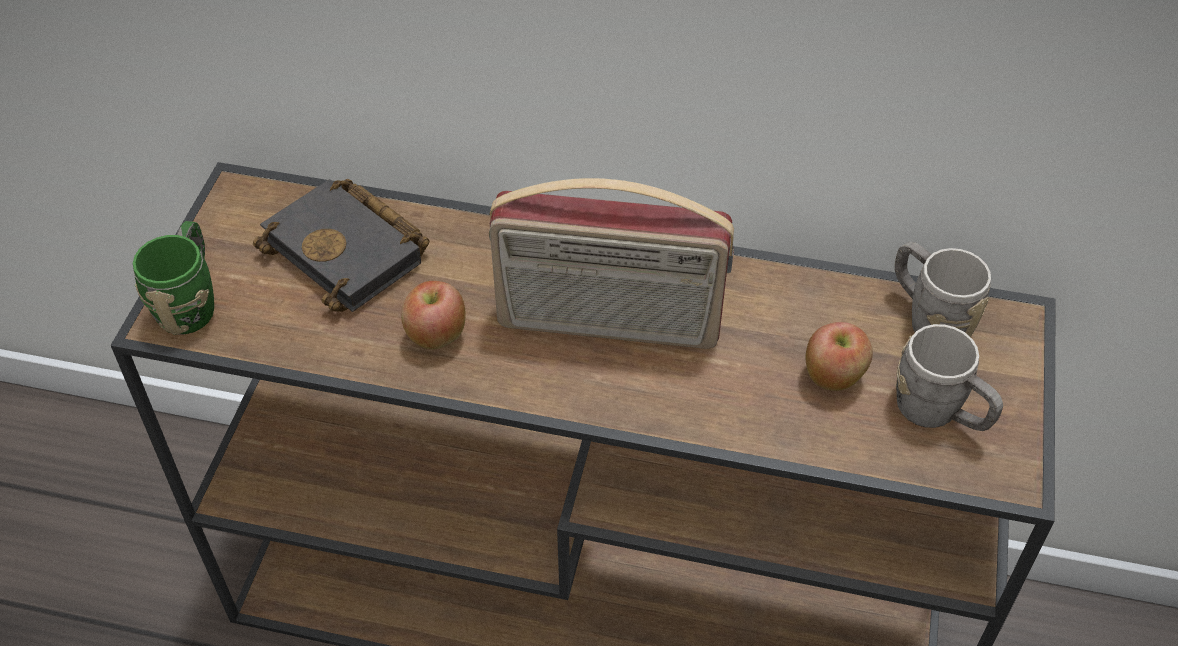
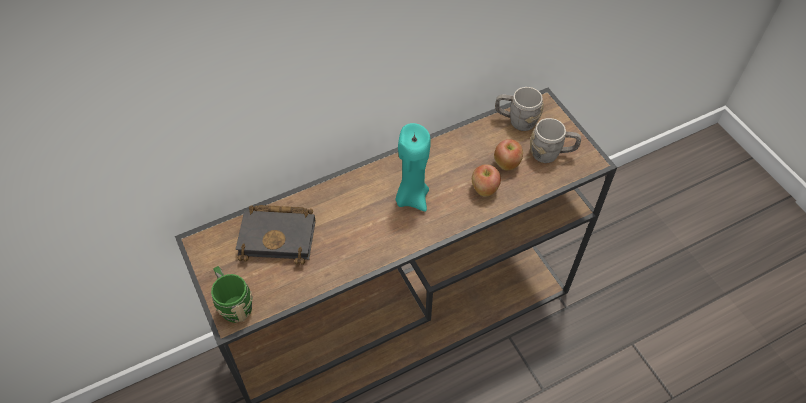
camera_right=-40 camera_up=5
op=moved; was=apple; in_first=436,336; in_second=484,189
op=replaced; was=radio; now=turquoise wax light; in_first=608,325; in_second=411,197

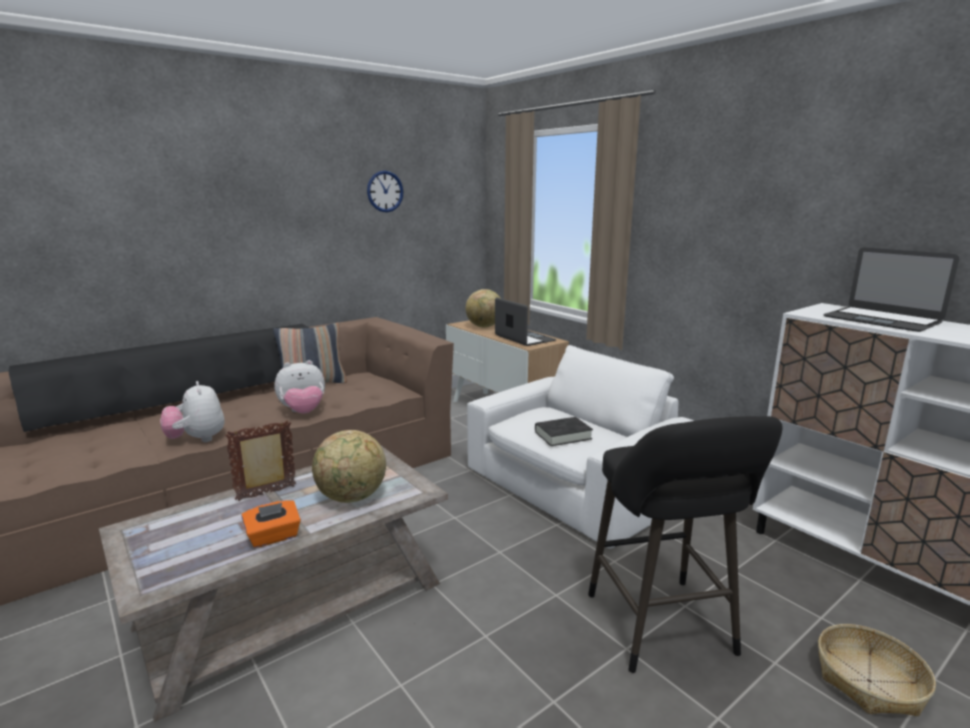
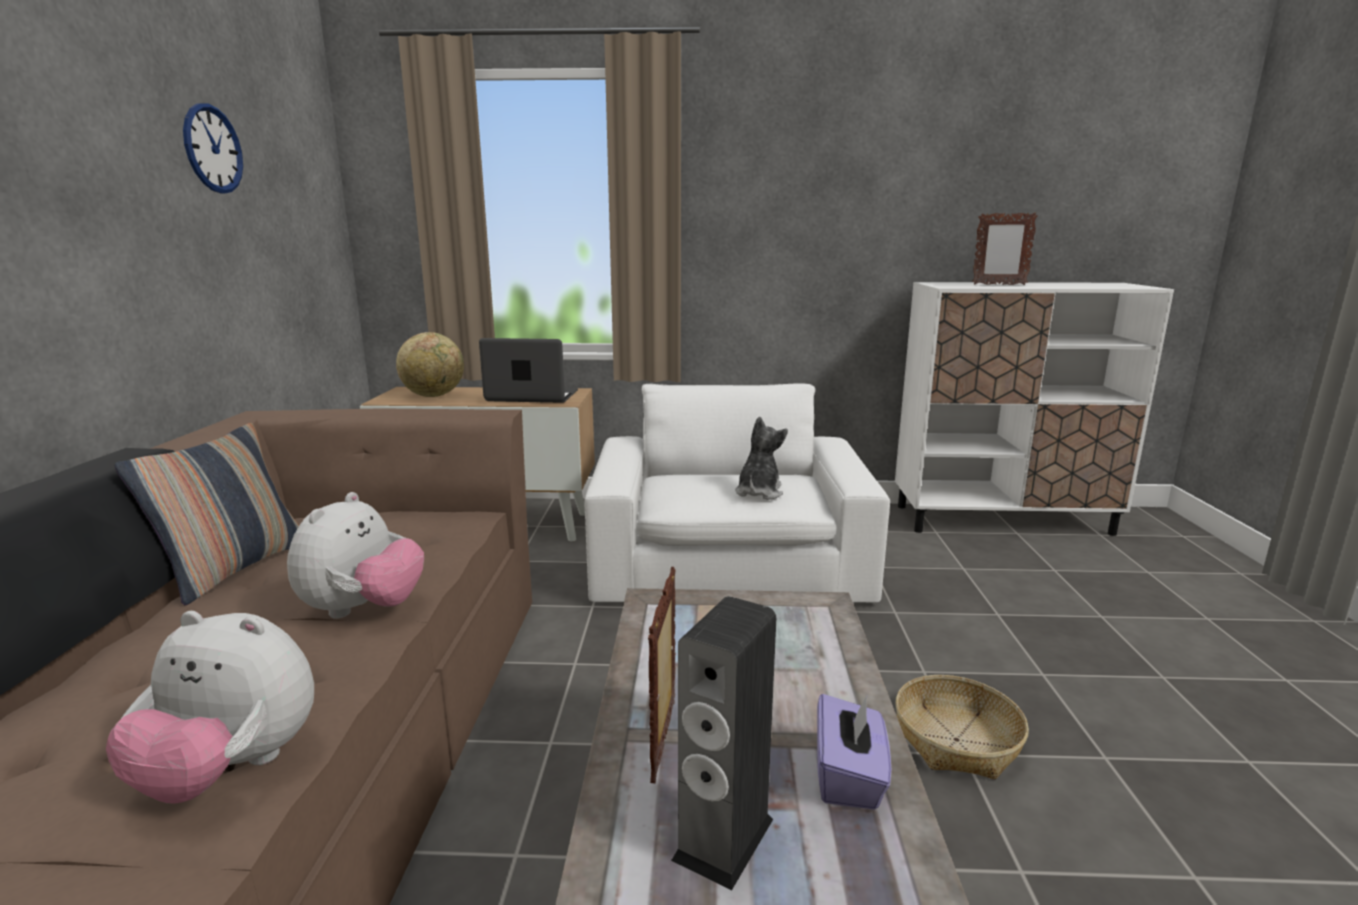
camera_right=-50 camera_up=0
op=recoloured; was=orange-coloured box of tissues; now=purple box of tissues; in_first=273,537; in_second=849,777
op=removed; was=world globe; in_first=352,498
op=replaced; was=black volume; now=cuddly toy; in_first=563,435; in_second=758,492
op=removed; was=black stool; in_first=663,629
op=moved; was=household basket; in_first=869,681; in_second=957,740
op=replaced; was=laptop; now=picture frame; in_first=881,319; in_second=998,284
op=added; now=audio speaker; in_second=723,839

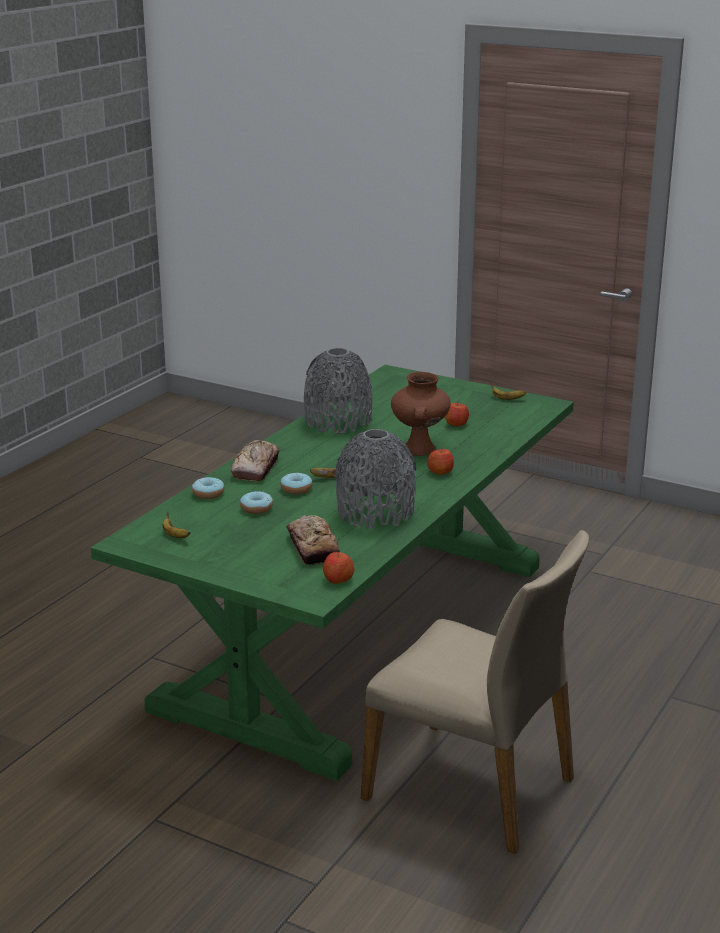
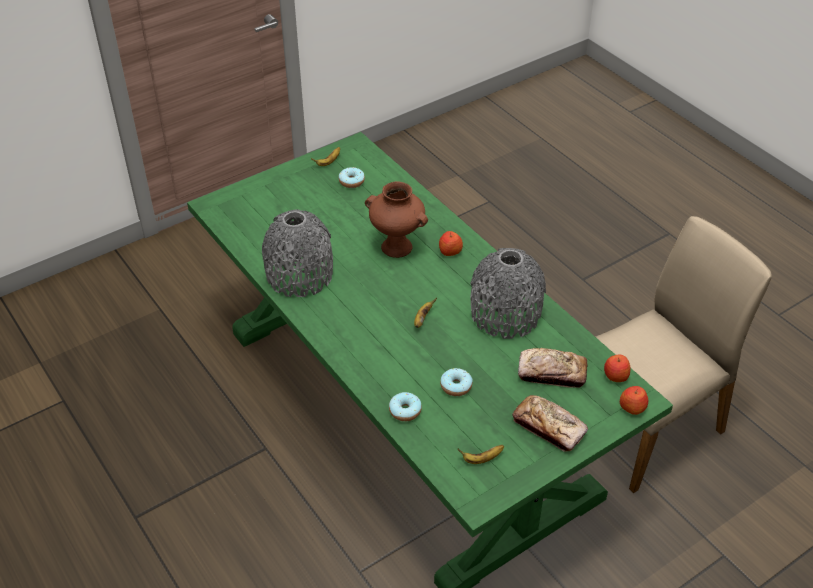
camera_right=-65 camera_up=20
op=moved; was=baked bread; in_first=256,468; in_second=549,427
op=moved; was=doughnut; in_first=296,489; in_second=351,181
op=moved; was=apple; in_first=456,424; in_second=632,407

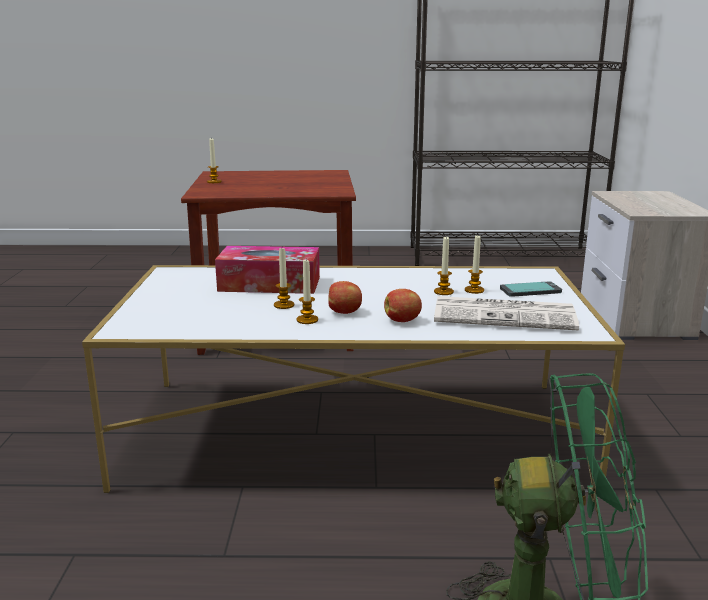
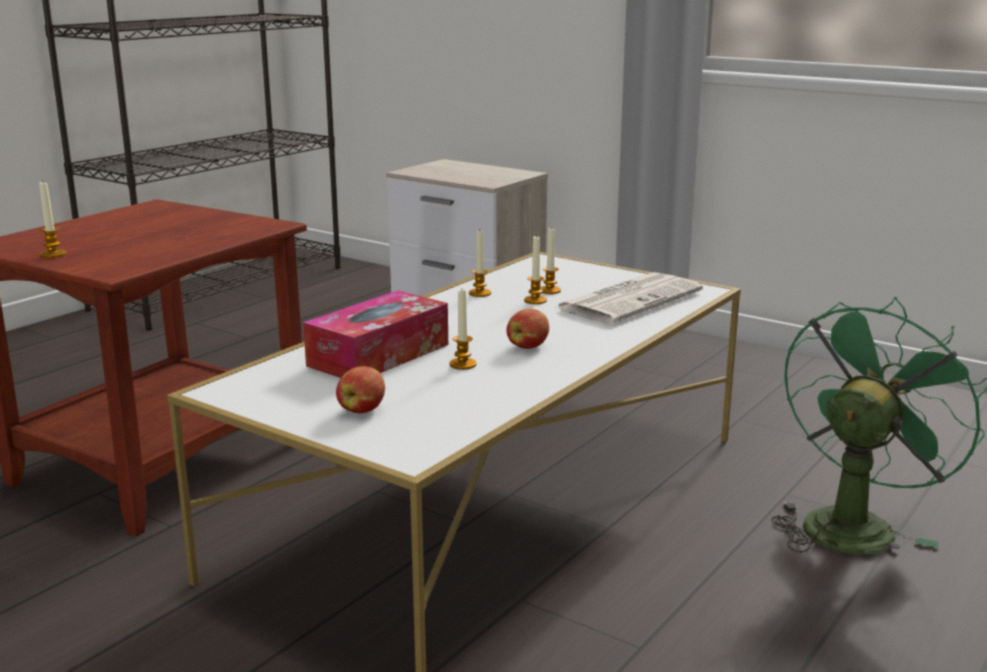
camera_right=-55 camera_up=0
op=moved; was=wax light; in_first=307,320; in_second=479,293
op=moved; was=apple; in_first=402,320; in_second=362,410
op=removed; was=phone; in_first=530,290

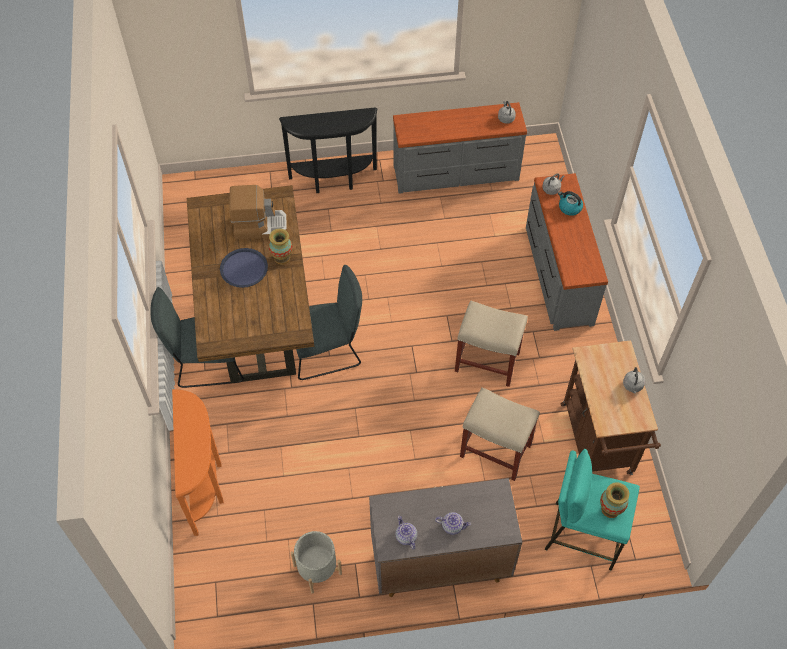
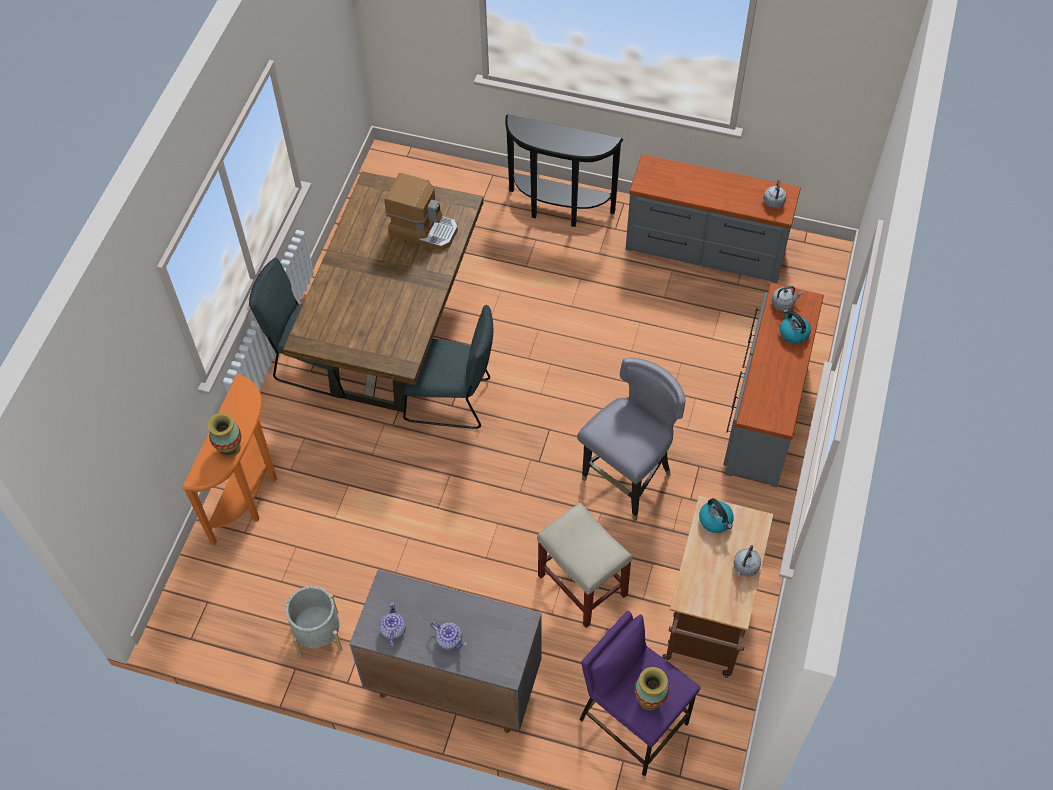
camera_right=25 camera_up=0
op=removed; was=bluish carrying tray; in_first=244,268
op=moved; was=vase; in_first=282,258; in_second=230,448
op=replaced; was=beige-coloured stool; now=gray plain chair; in_first=488,362; in_second=627,481
op=recoloured; was=turquoise stool; now=purple stool; in_first=583,534; in_second=633,721
op=added; now=kettle; in_second=716,520

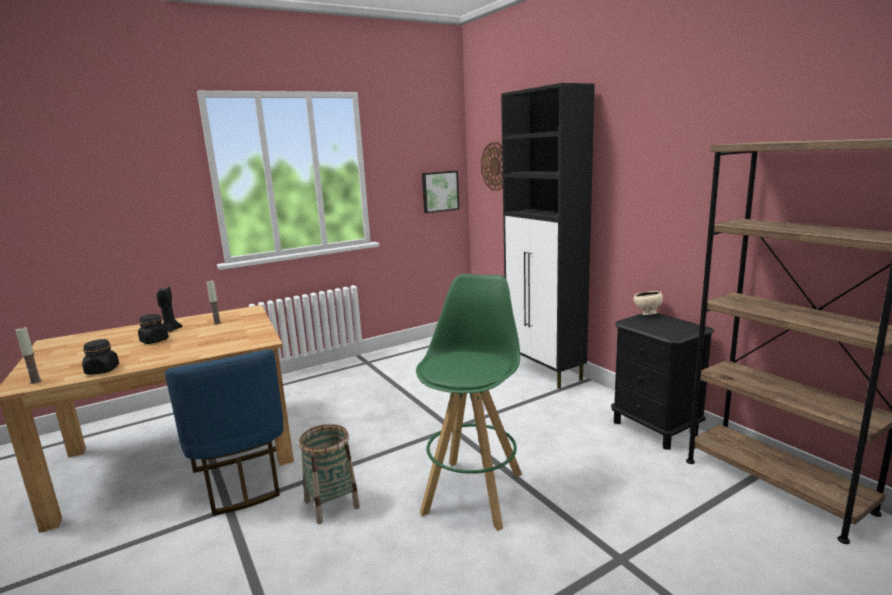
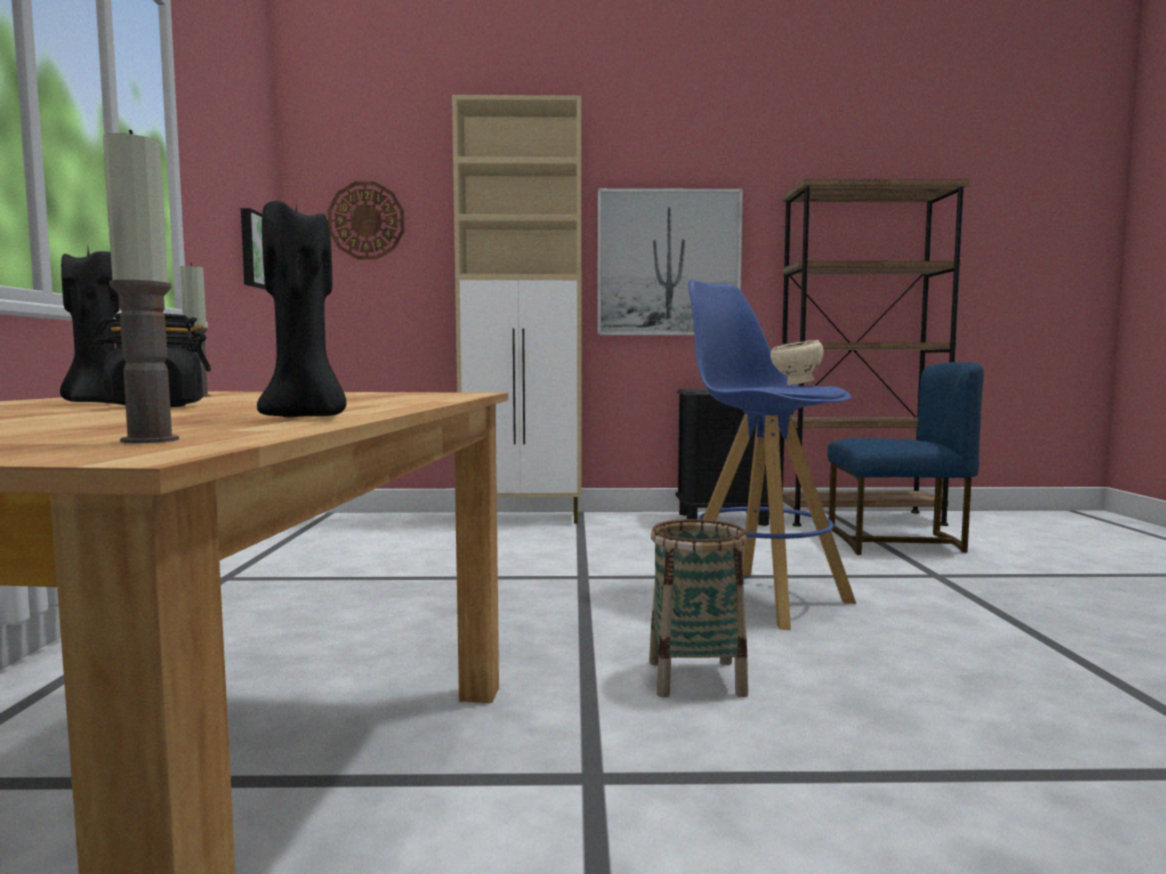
camera_right=-60 camera_up=-10
op=replaced; was=black jar; now=black wax light; in_first=102,370; in_second=306,418
op=moved; was=bluish plain chair; in_first=241,481; in_second=897,542
op=recoloured; was=green stool; now=bluish stool; in_first=474,491; in_second=760,597
op=recoloured; was=black cupboard; now=beige-coloured cupboard; in_first=545,372; in_second=524,518
op=moved; was=beige-coloured deep dish; in_first=647,314; in_second=796,385
op=added; now=wall art; in_second=668,263

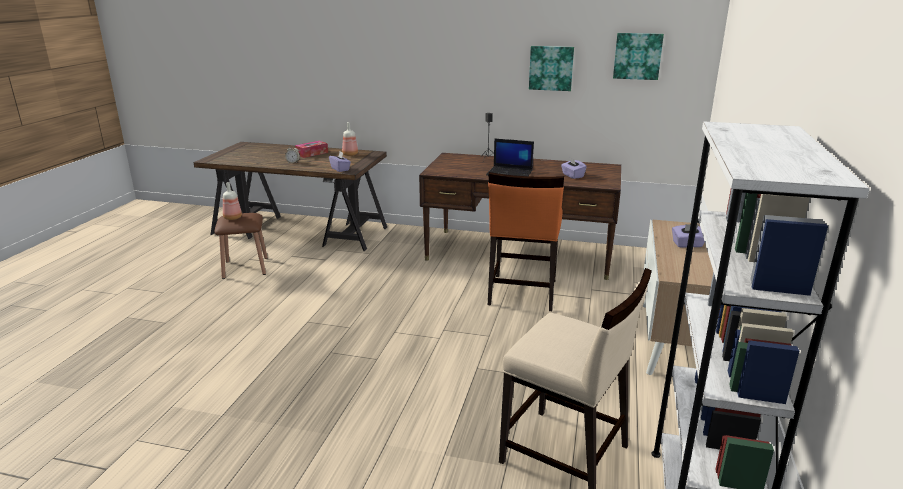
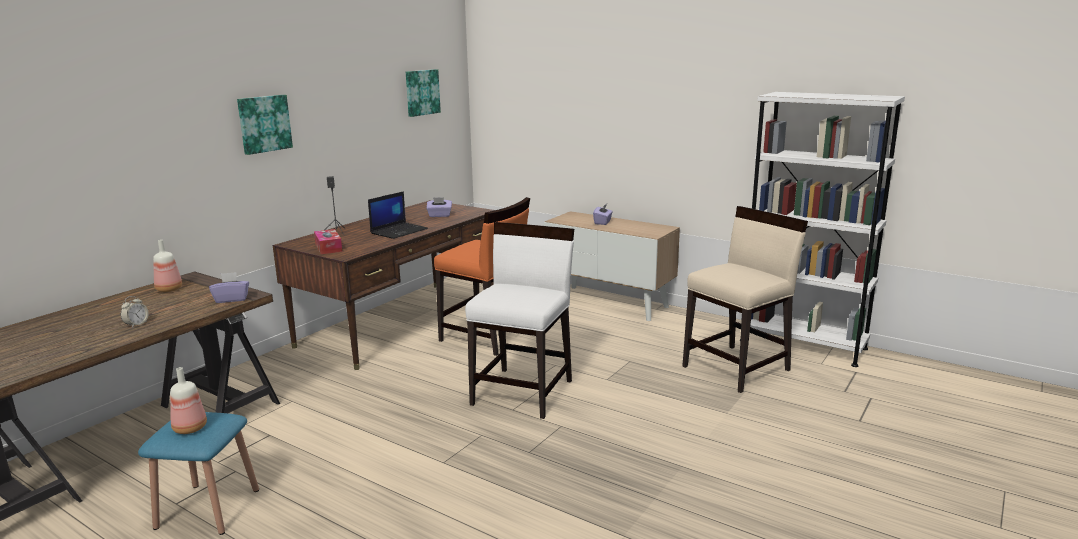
camera_right=-70 camera_up=-5
op=recoloured; was=brownish stool; now=bluish stool; in_first=245,268; in_second=208,508
op=moved; was=box of tissues; in_first=312,153; in_second=328,247
op=moved; was=wall art; in_first=551,68; in_second=264,124
op=added; now=white-coloured plain chair; in_second=523,392

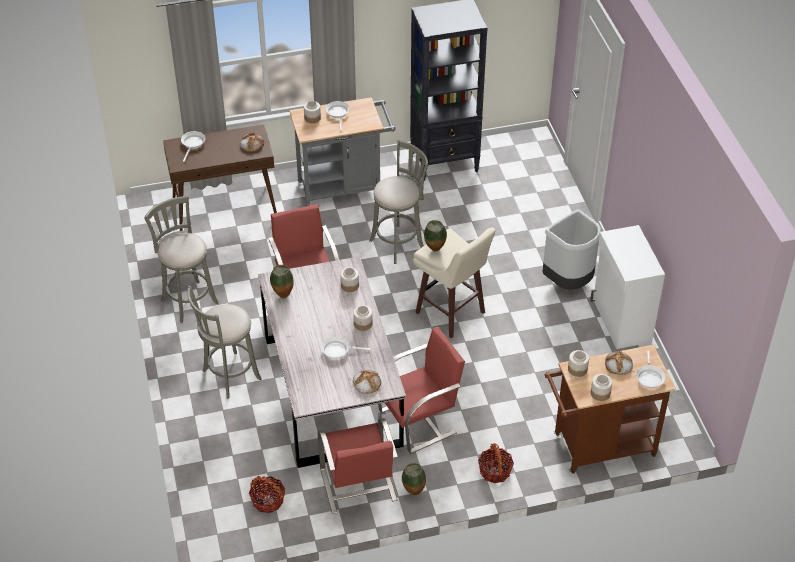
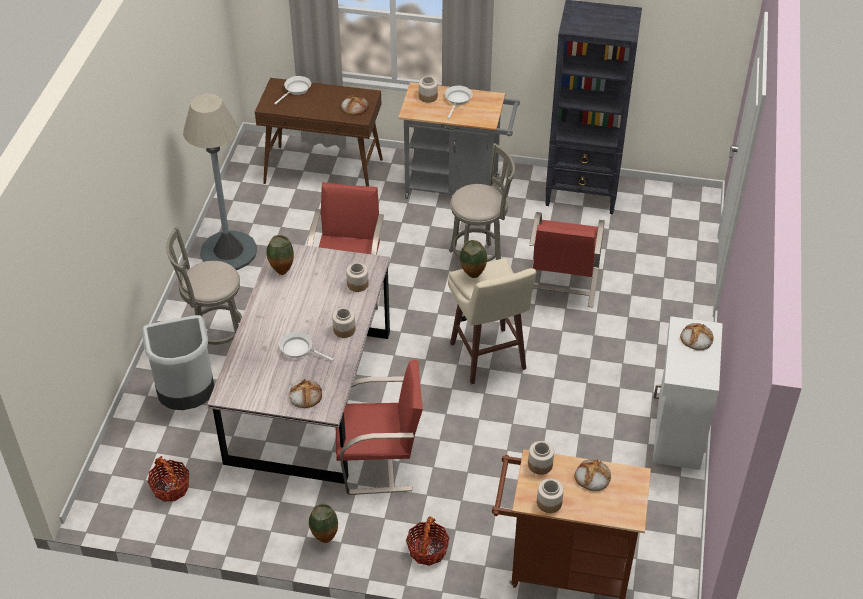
camera_right=25 camera_up=0
op=replaced; was=gray stool; now=gray standard lamp; in_first=188,300; in_second=228,251
op=moved; was=red plain chair; in_first=358,486; in_second=561,284
op=moved; was=gray trash can; in_first=568,282; in_second=187,399
op=removed; was=white-coloured pan; in_first=649,377
op=added; now=baked bread; in_second=696,338

